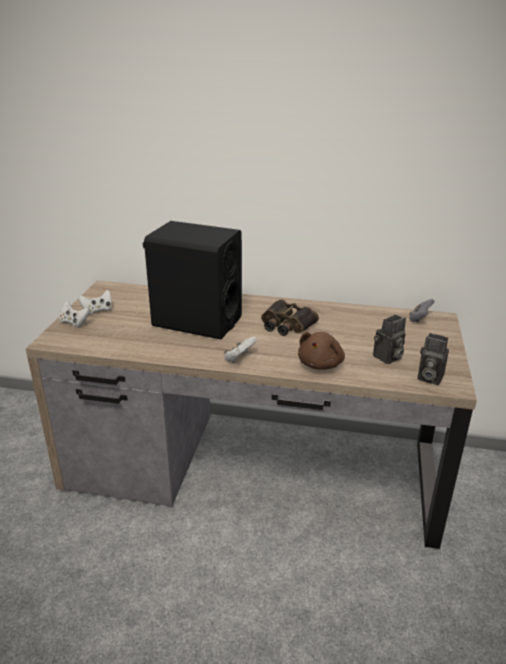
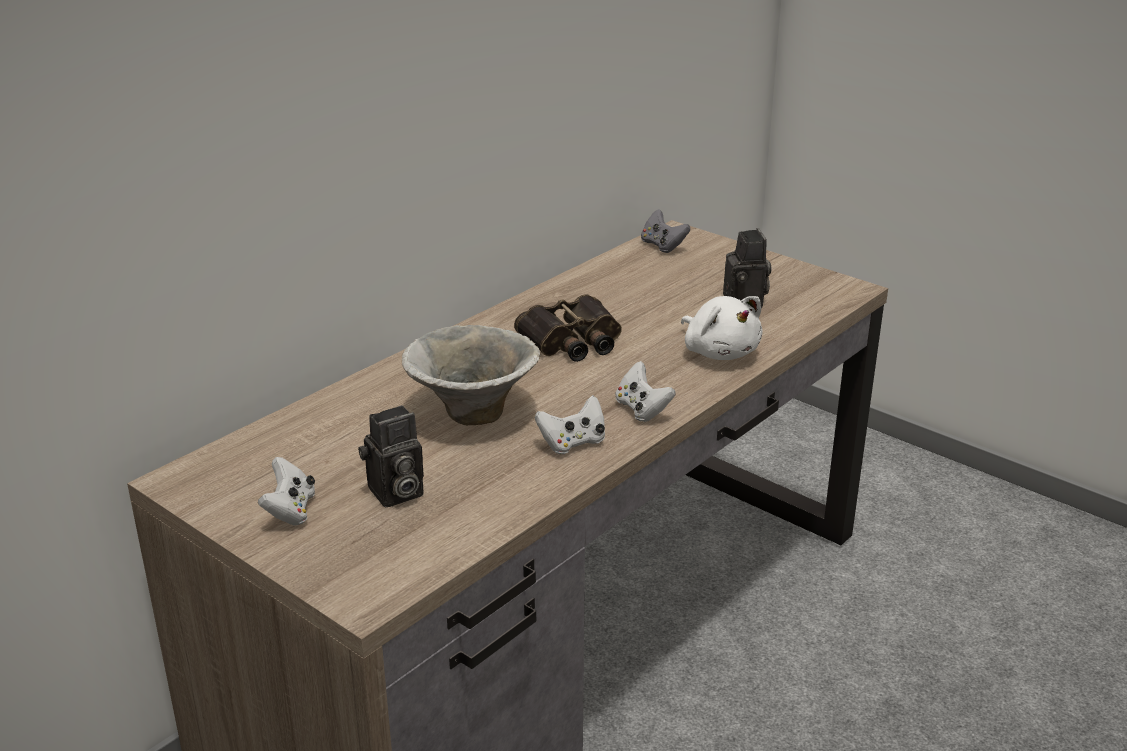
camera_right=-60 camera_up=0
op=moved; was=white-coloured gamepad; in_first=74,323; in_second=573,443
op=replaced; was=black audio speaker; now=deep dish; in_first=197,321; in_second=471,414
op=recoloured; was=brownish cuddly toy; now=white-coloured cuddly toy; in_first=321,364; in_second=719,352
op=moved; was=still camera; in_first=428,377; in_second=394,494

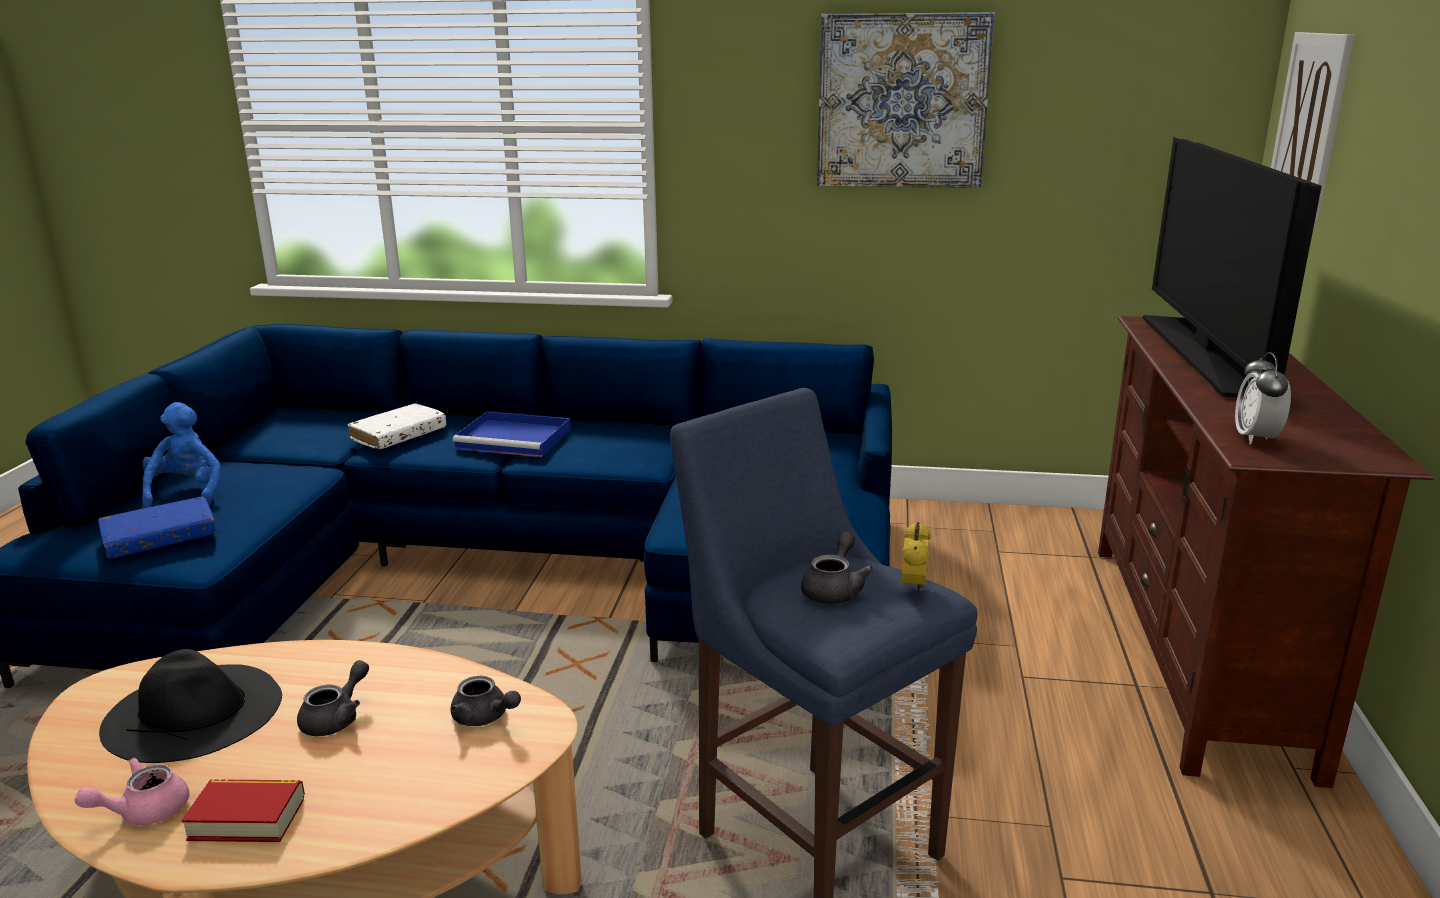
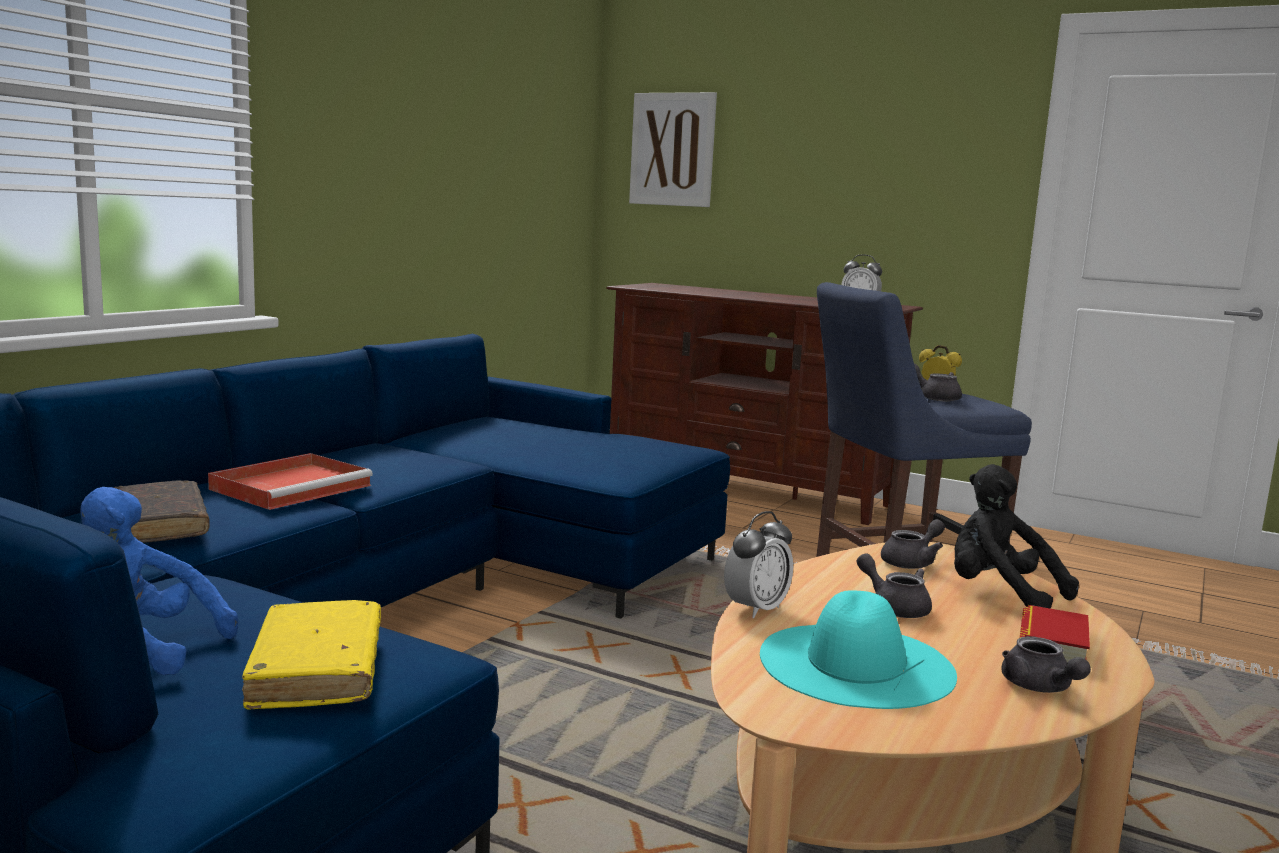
camera_right=-70 camera_up=-10
op=recoloured; was=pink-coloured teapot; now=gray teapot; in_first=144,811; in_second=1040,688
op=recoloured; was=bluish volume; now=yellowish volume; in_first=160,538; in_second=317,671
op=recoloured; was=black hat; now=turquoise hat; in_first=193,711; in_second=856,663
op=recoloured; was=white-coloured volume; now=brownish volume; in_first=399,435; in_second=159,525
op=recoloured; was=bluish carrying tray; now=red carrying tray; in_first=516,439; in_second=293,486
op=removed; was=wall art; in_first=902,101
op=removed; was=TV set; in_first=1204,356
op=added; now=table clock; in_second=756,609
op=added; now=black cuddly toy; in_second=999,594

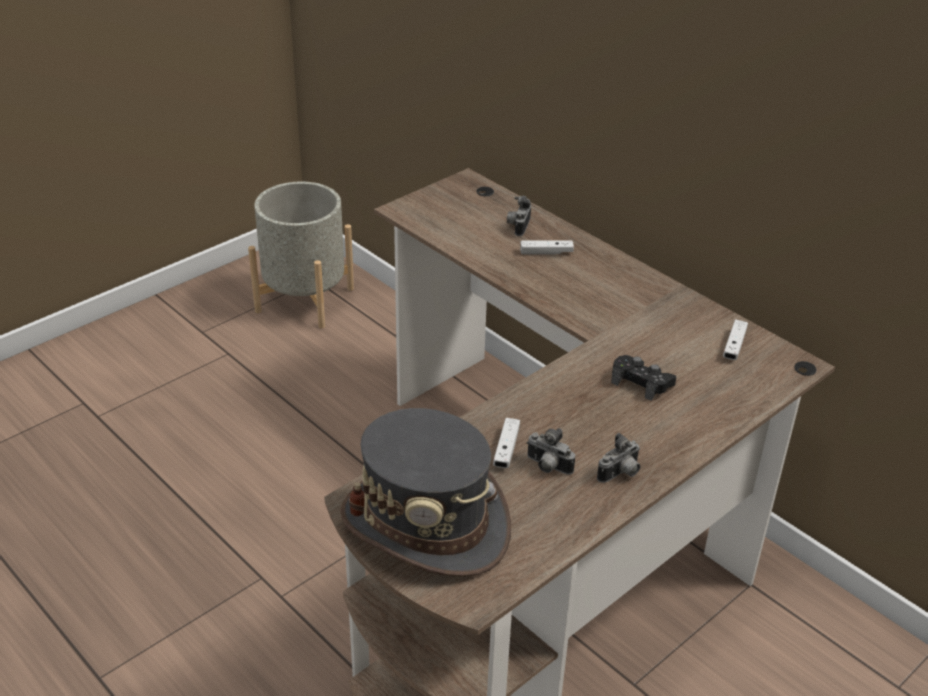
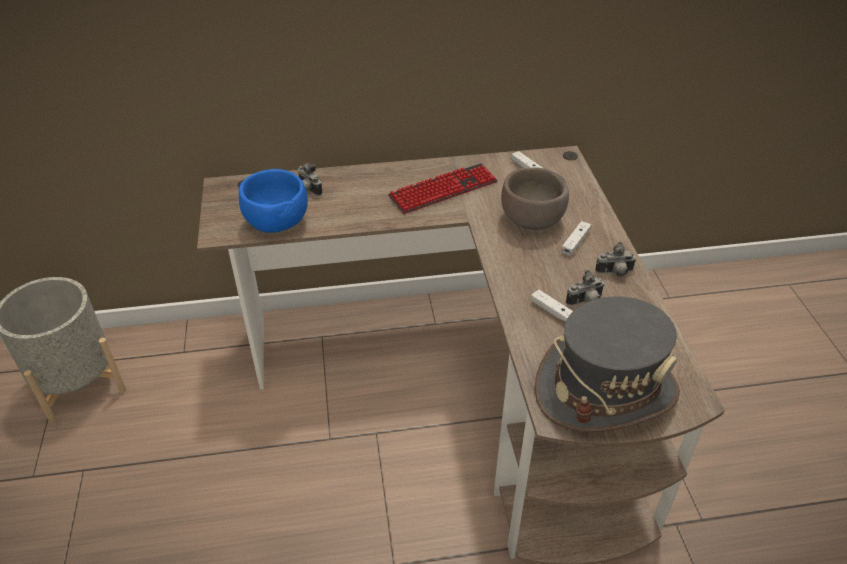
camera_right=-55 camera_up=5
op=moved; was=white-coloured gamepad; in_first=546,252; in_second=575,242
op=turned; was=still camera; in_first=620,474; in_second=615,273; clockwise=90
op=replaced; was=black gamepad; now=brownish deep dish; in_first=641,382; in_second=532,221
op=added; now=bluish deep dish; in_second=276,224
op=added; now=keyboard; in_second=443,190

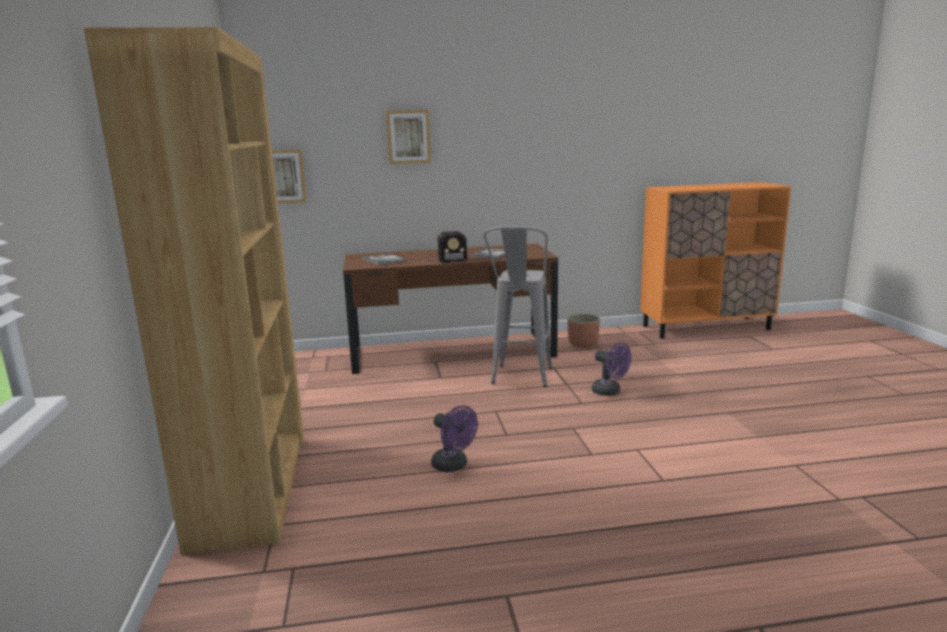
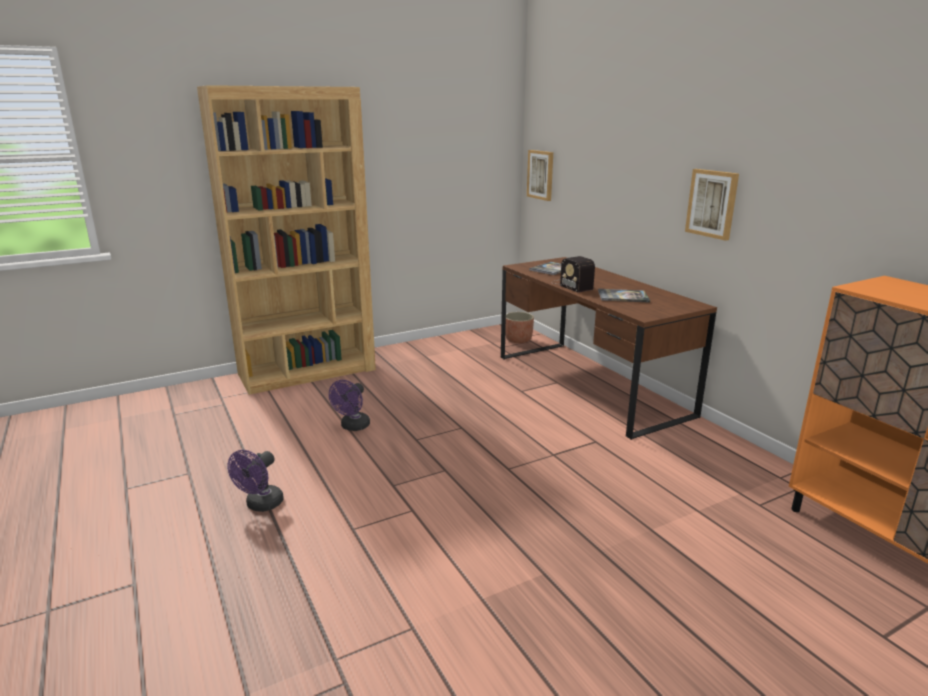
camera_right=70 camera_up=5
op=moved; was=wall art; in_first=408,137; in_second=712,203
op=removed; was=gray stool; in_first=520,380
op=moved; was=plant pot; in_first=583,344; in_second=518,340
op=moved; was=purple cooling fan; in_first=610,392; in_second=261,505

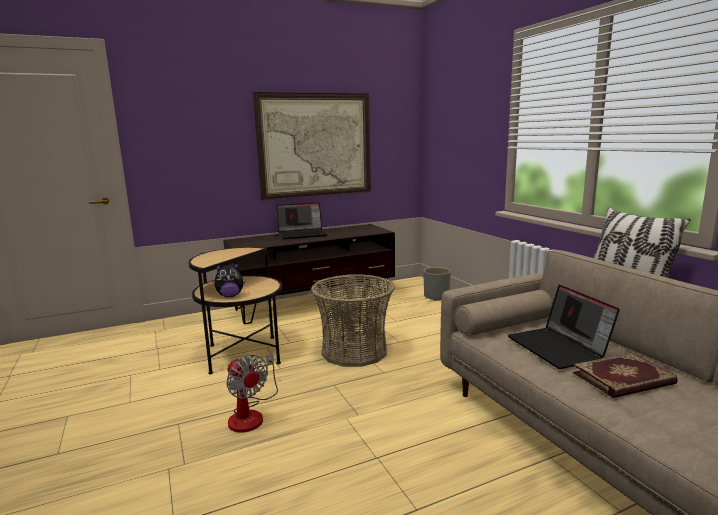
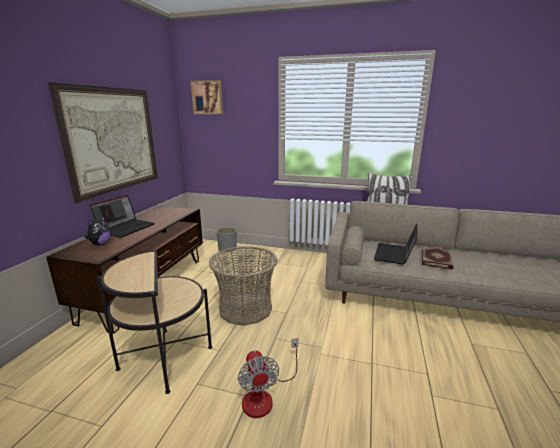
camera_right=-50 camera_up=5
op=moved; was=cuddly toy; in_first=230,296; in_second=100,244
op=turned; was=cooling fan; in_first=251,414; in_second=265,396; clockwise=75
op=turned; was=laptop; in_first=559,348; in_second=394,255; clockwise=90
op=added; now=wall art; in_second=207,97

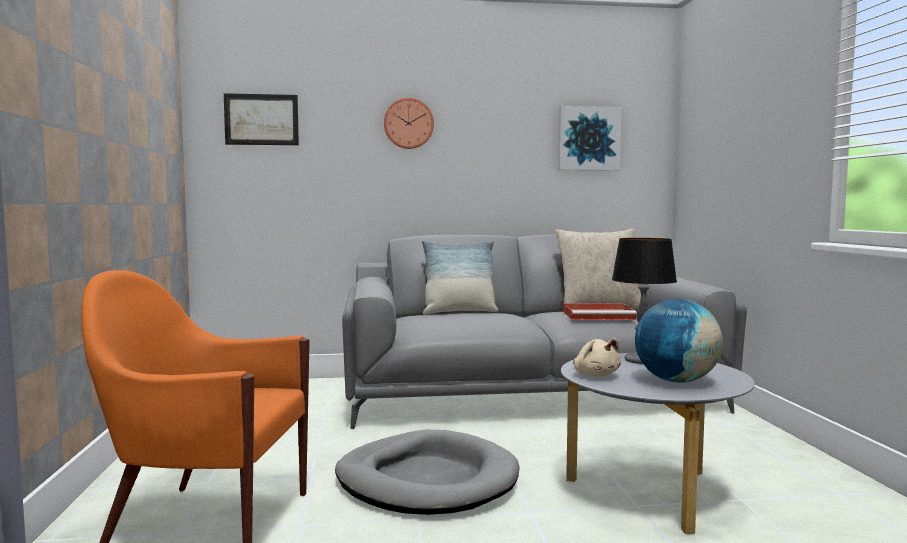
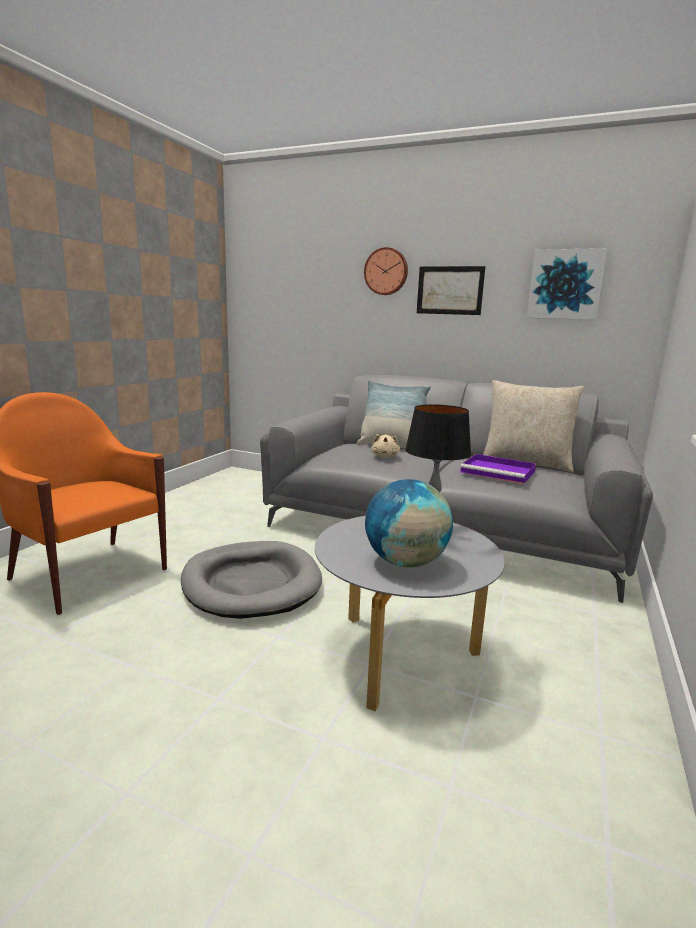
camera_right=30 camera_up=10
op=moved; was=wall art; in_first=261,119; in_second=450,290
op=recoloured; was=red carrying tray; now=purple carrying tray; in_first=599,315; in_second=499,472
op=moved; was=beige-coloured cuddly toy; in_first=595,375; in_second=385,457

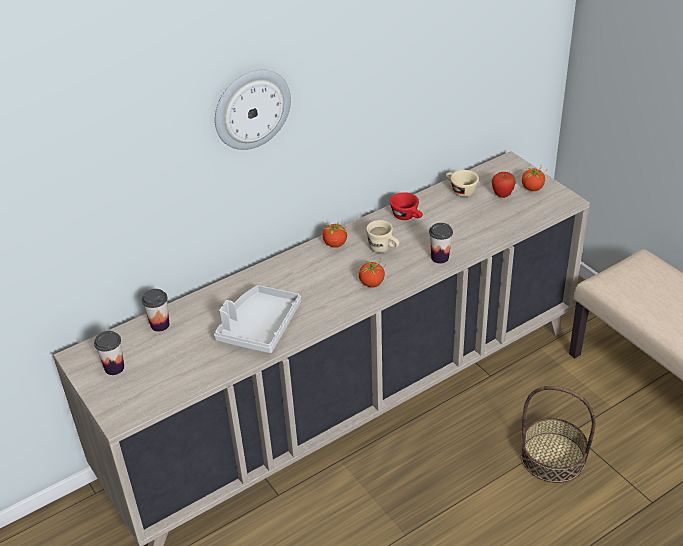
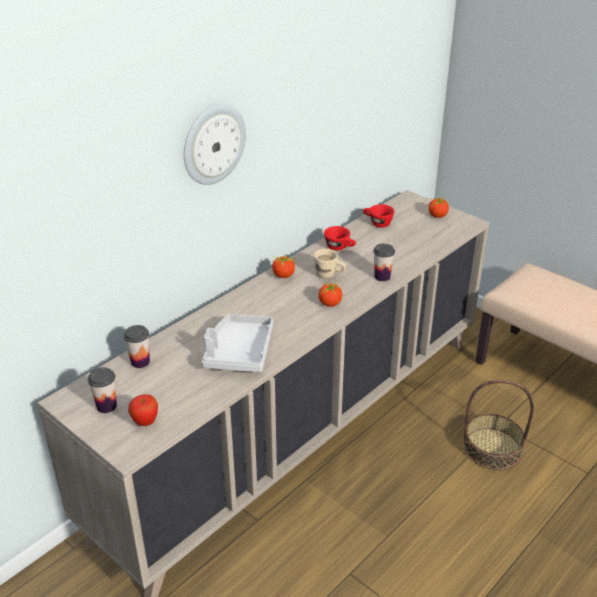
camera_right=-15 camera_up=-5
op=recoloured; was=beige-coloured drinking cup; now=red drinking cup; in_first=460,190; in_second=377,223
op=moved; was=apple; in_first=502,195; in_second=145,422

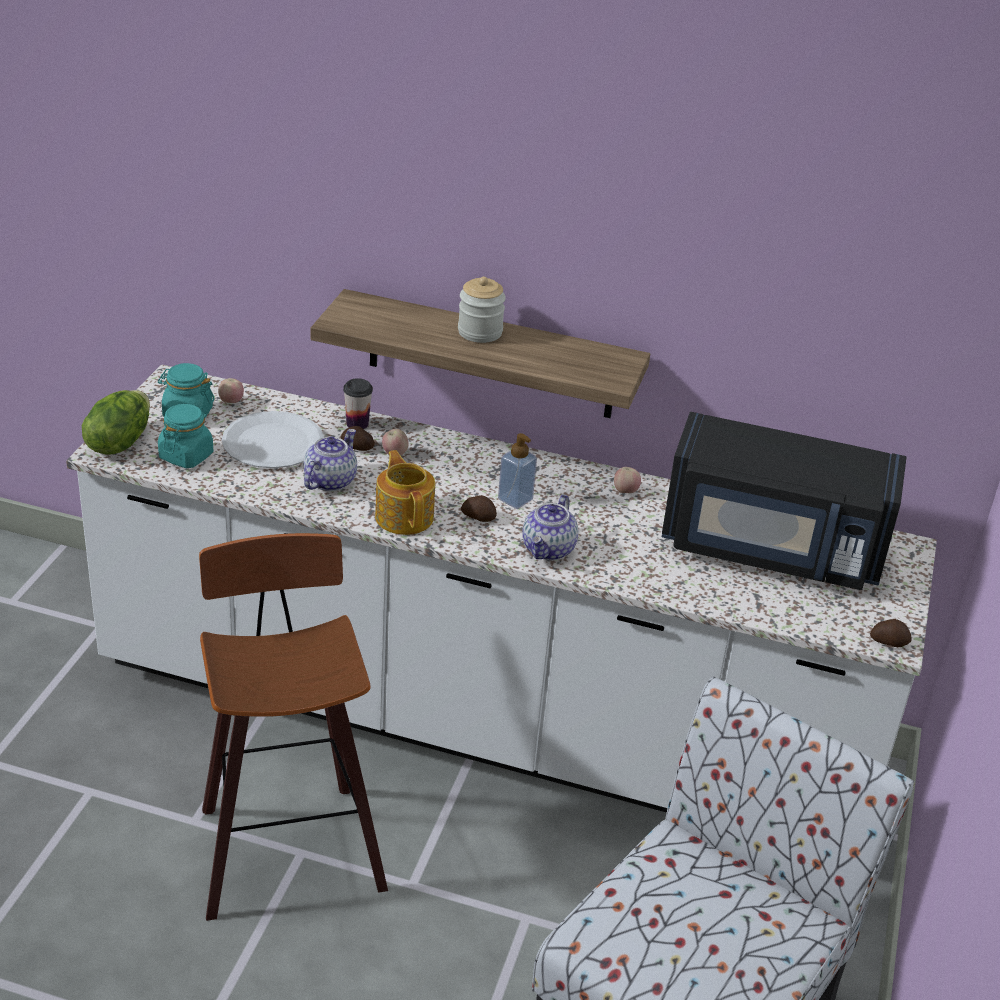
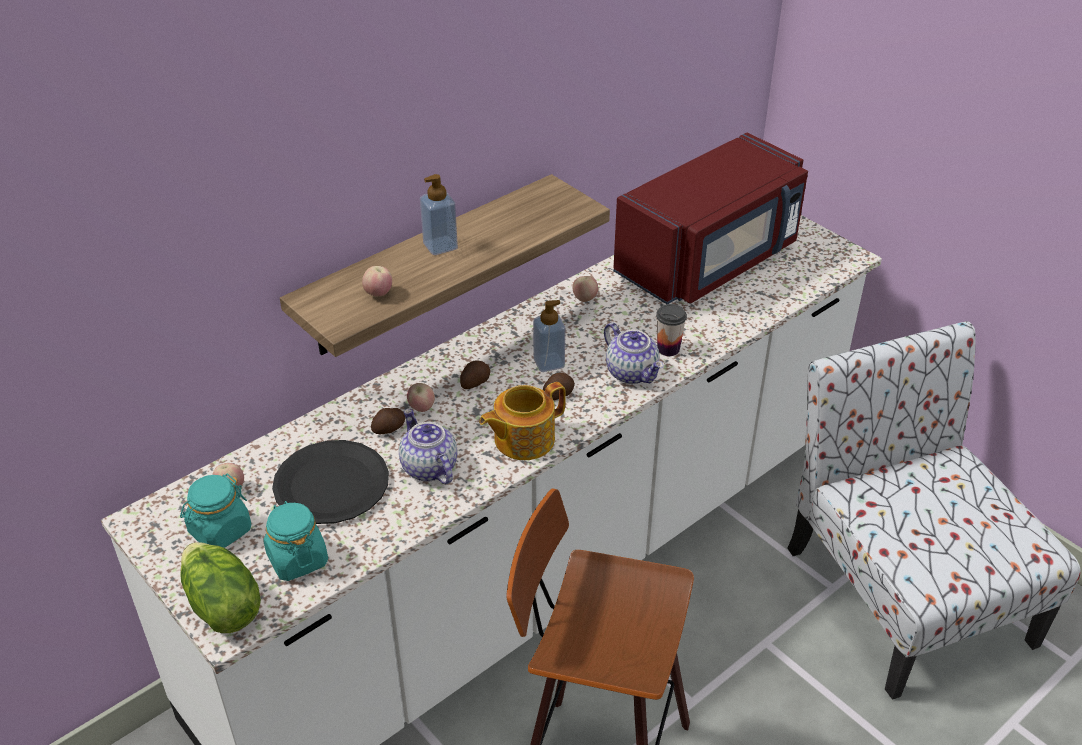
camera_right=-55 camera_up=5
op=recoloured; was=white-coloured dinner plate; now=black dinner plate; in_first=273,443; in_second=331,484
op=moved; was=drinking cup; in_first=357,424; in_second=668,349
op=turned; was=teapot; in_first=404,516; in_second=522,439; clockwise=-45
op=replaced; was=jar; now=soap bottle; in_first=480,332; in_second=440,246
op=recoloured; was=black kitchen microwave; now=red kitchen microwave; in_first=771,549; in_second=710,260
op=moved; was=potato; in_first=888,641; in_second=474,382
op=added; now=apple; in_second=378,294

